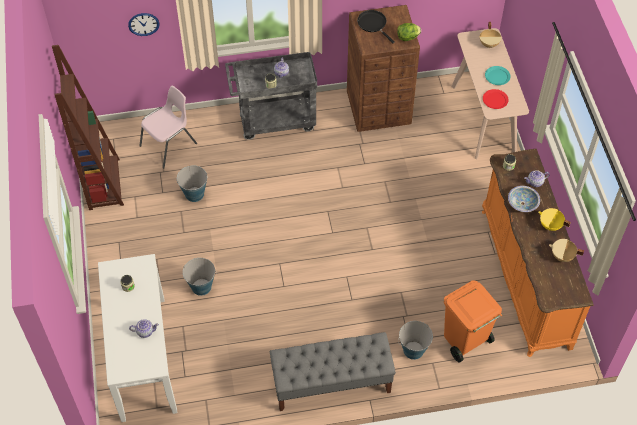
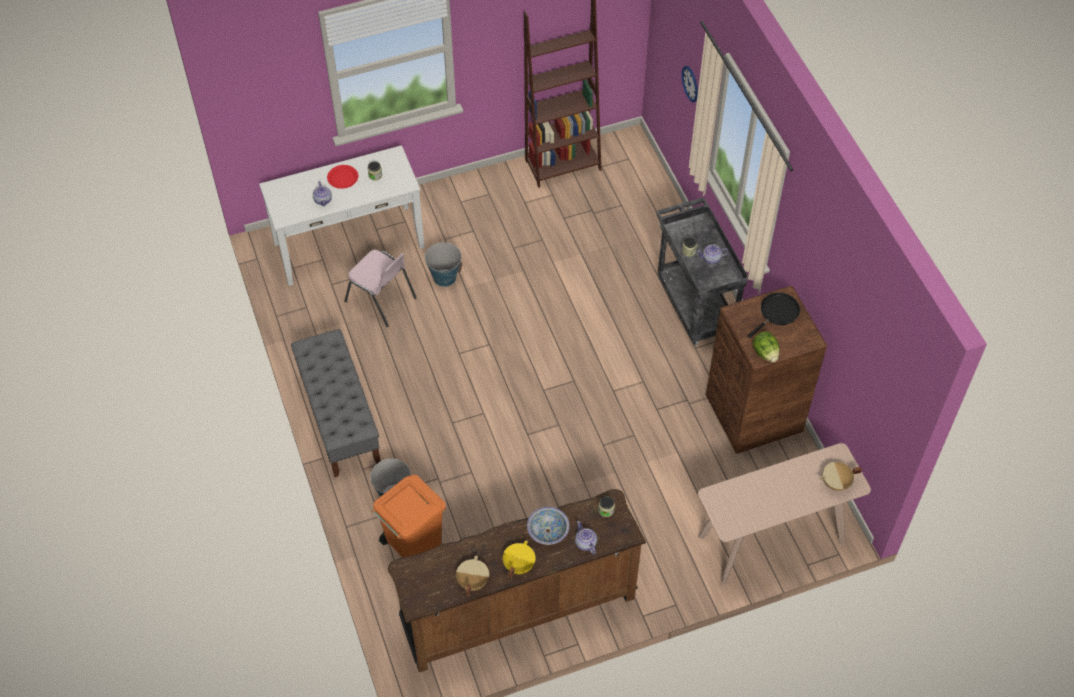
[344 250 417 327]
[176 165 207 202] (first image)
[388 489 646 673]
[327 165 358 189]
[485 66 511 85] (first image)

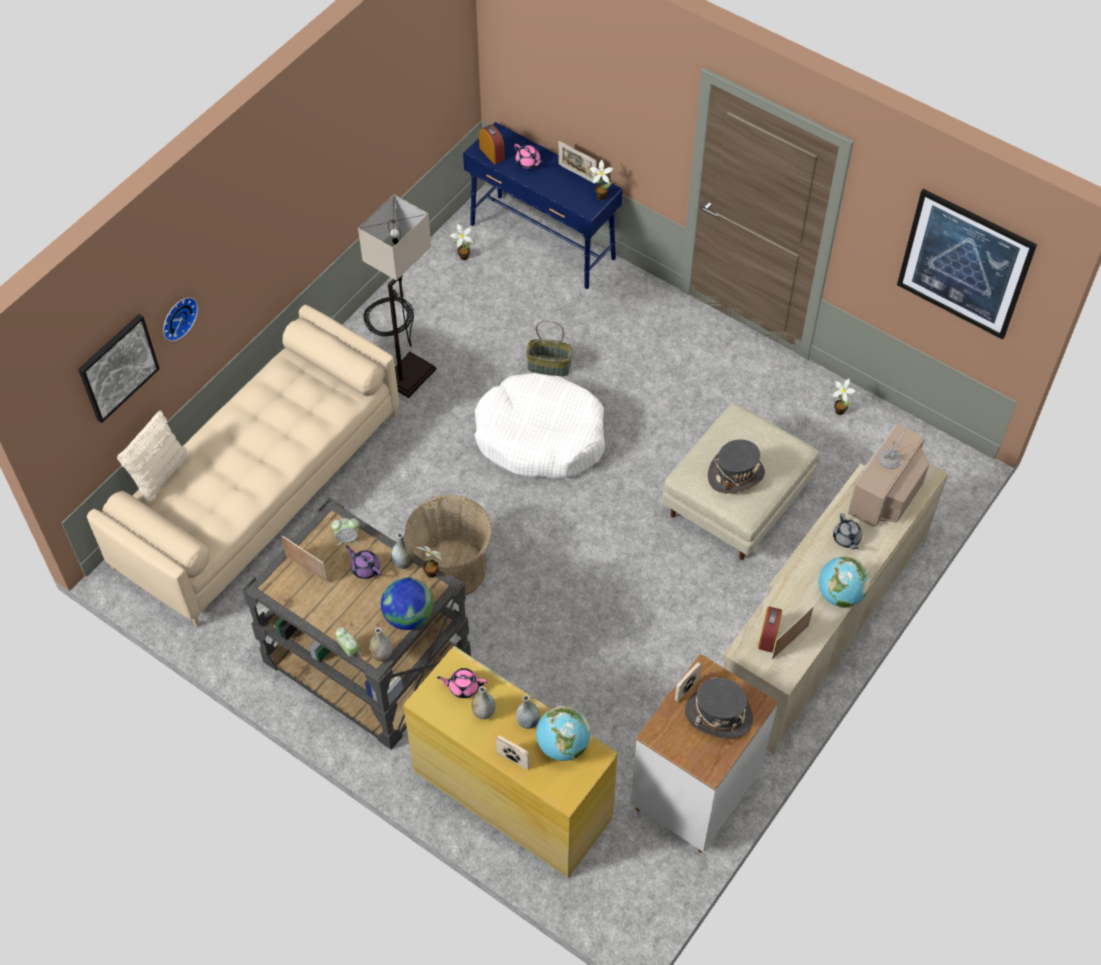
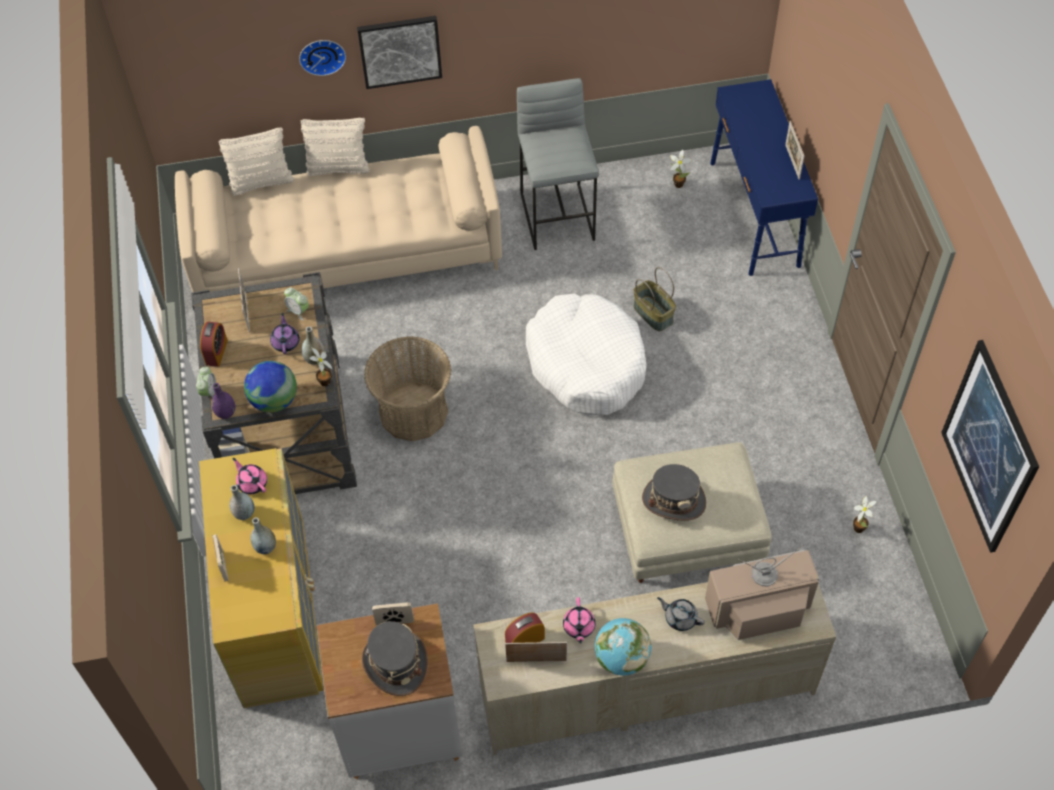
[357 16 442 89]
[517 78 599 250]
[211 383 235 419]
[200 322 228 367]
[563 597 595 644]
[536 706 590 761] (first image)
[590 160 613 200] (first image)
[657 597 705 631]
[301 118 370 176]

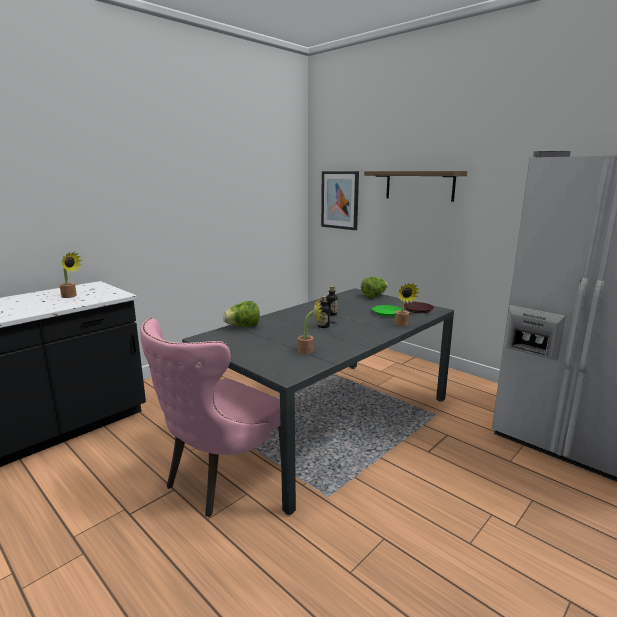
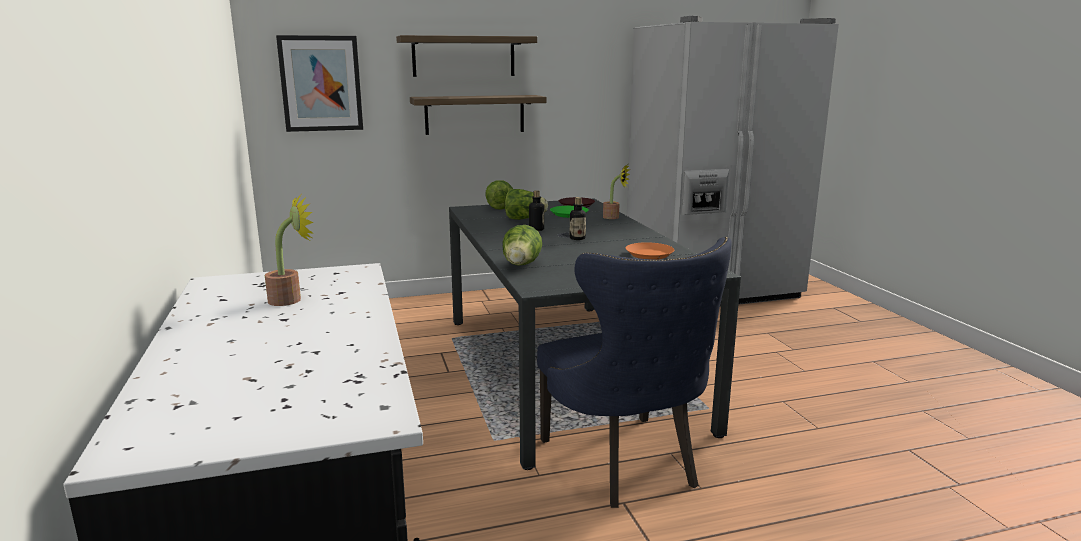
[537 237 732 508]
[626 242 674 260]
[410 95 547 135]
[505 189 548 220]

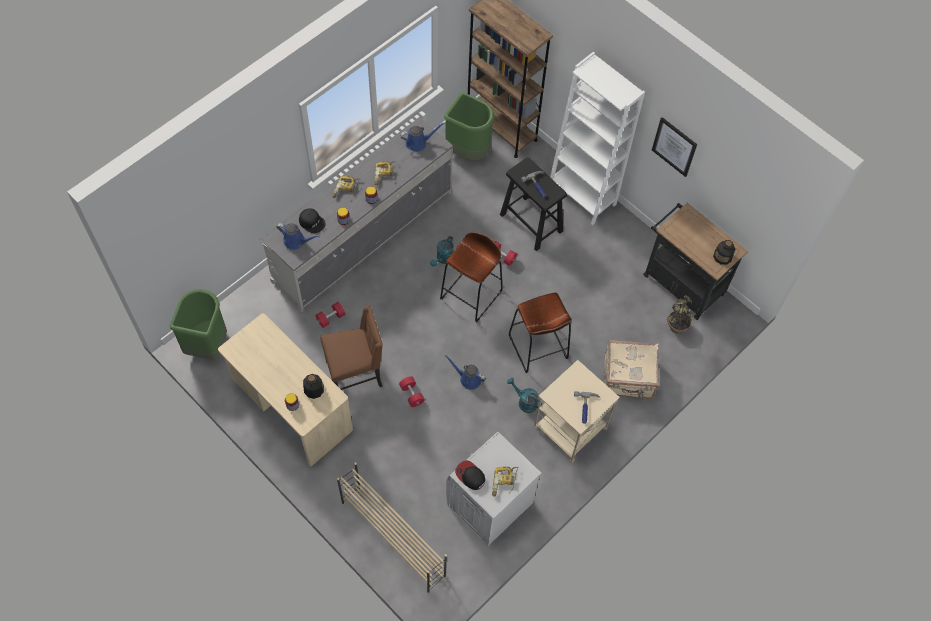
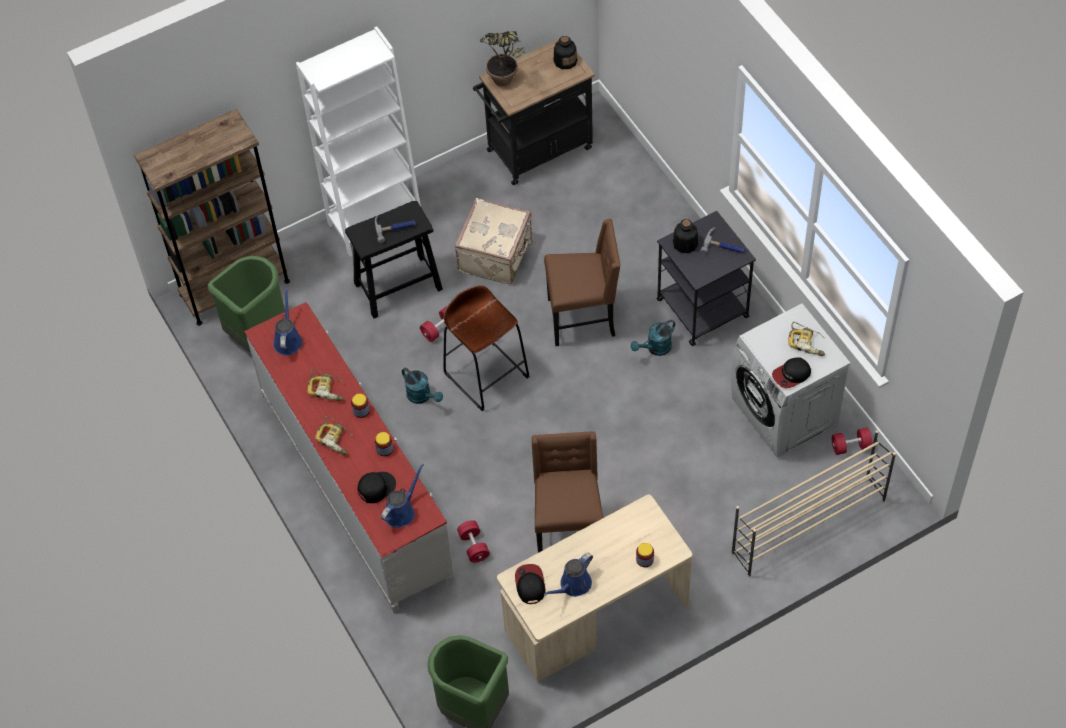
[244 302 454 613]
[673 219 698 253]
[832 428 872 455]
[544 553 593 597]
[544 219 621 346]
[656 211 756 346]
[455 198 533 284]
[652 117 697 177] (first image)
[480 31 525 86]
[515 564 546 604]

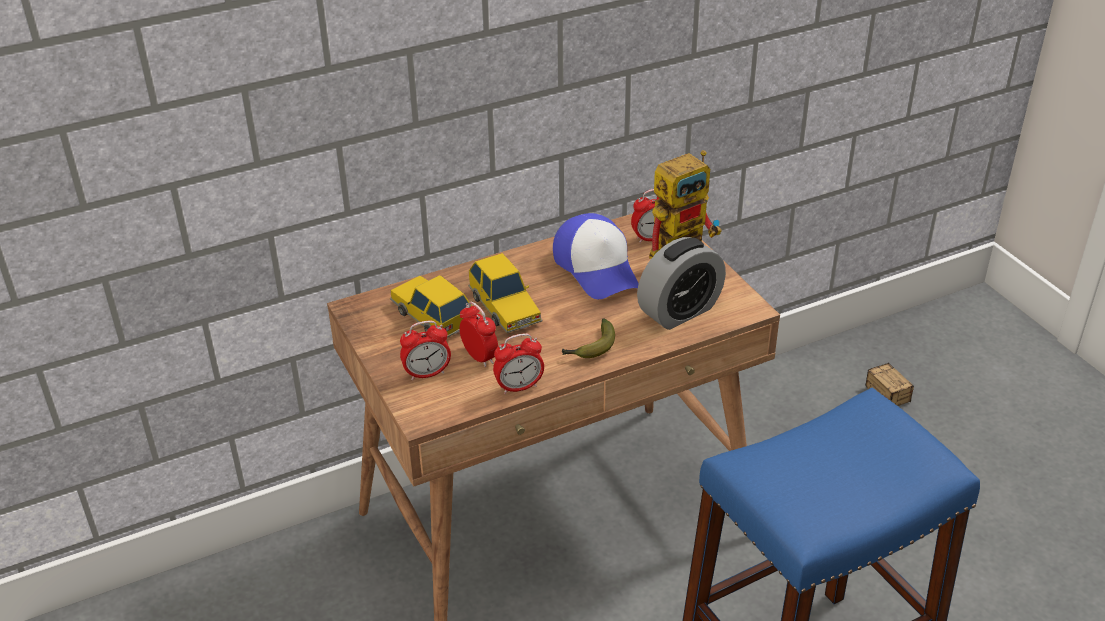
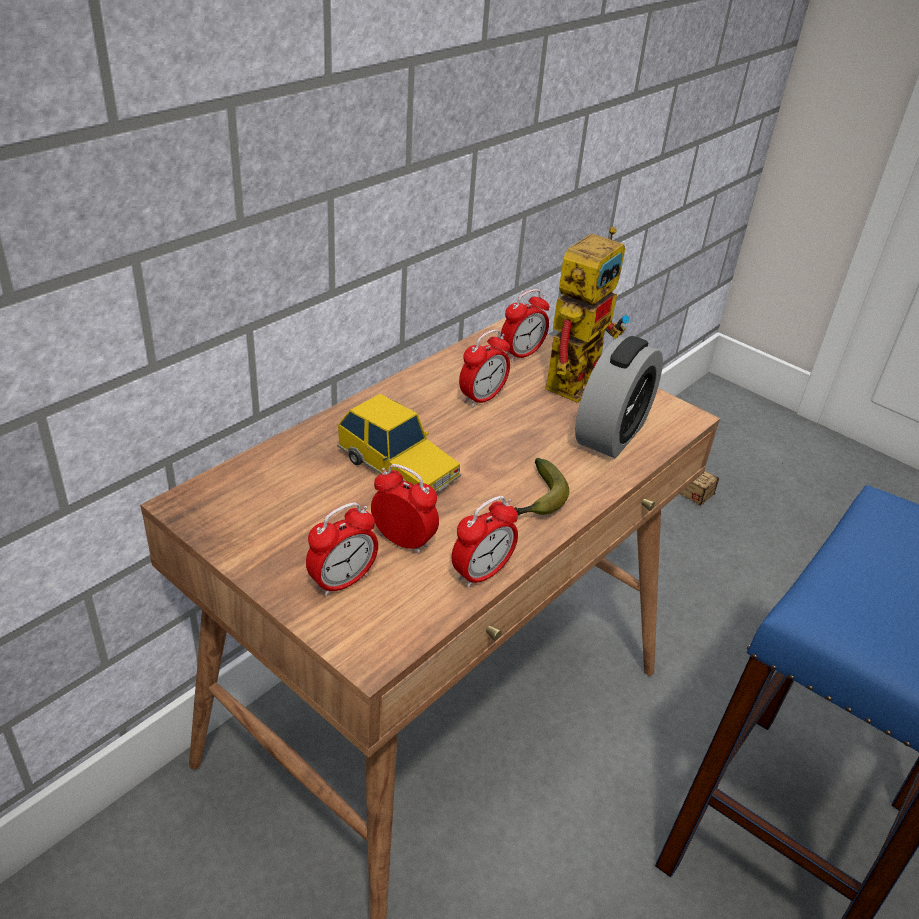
[390 275 472 338] (first image)
[459 329 510 407]

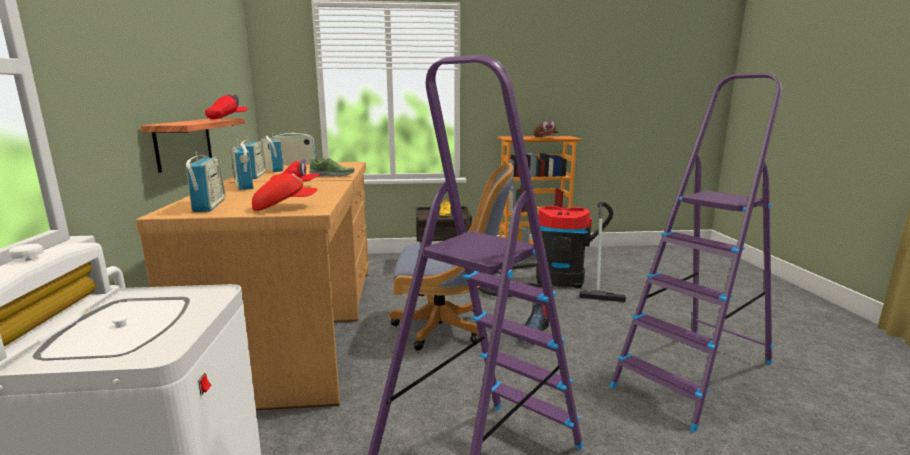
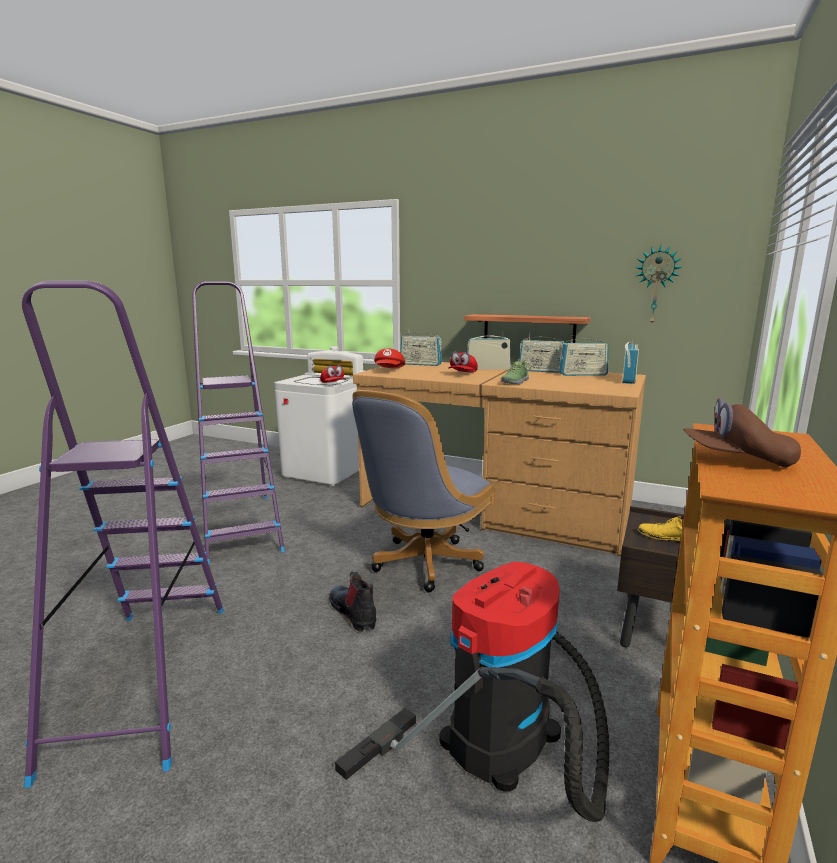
[320 365 346 383]
[636 245 682 323]

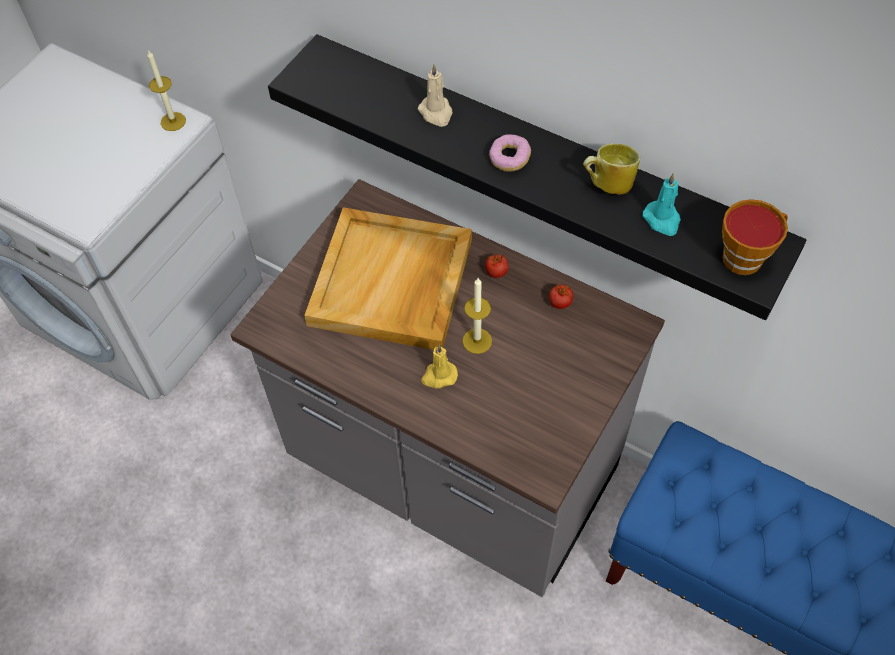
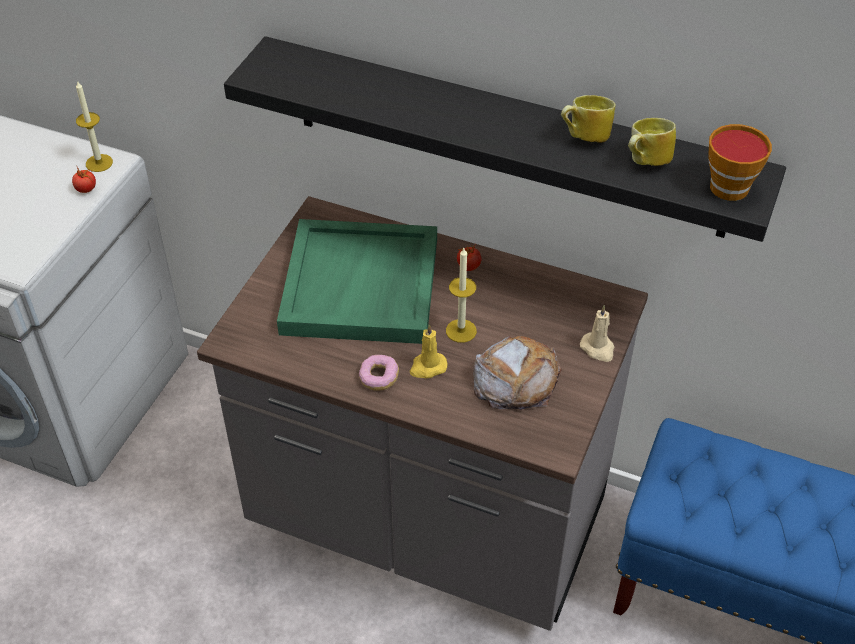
[277 219 437 344]
[580 305 614 362]
[359 355 399 391]
[72 165 96 193]
[628 118 676 166]
[474 336 562 410]

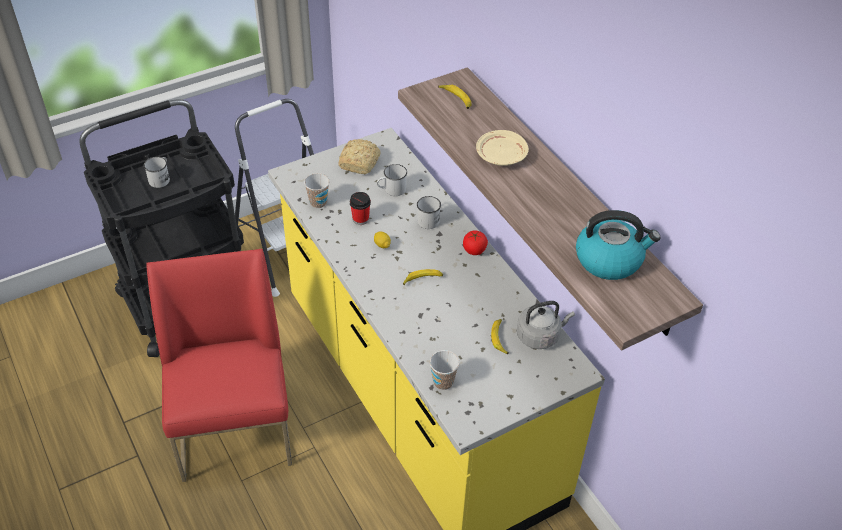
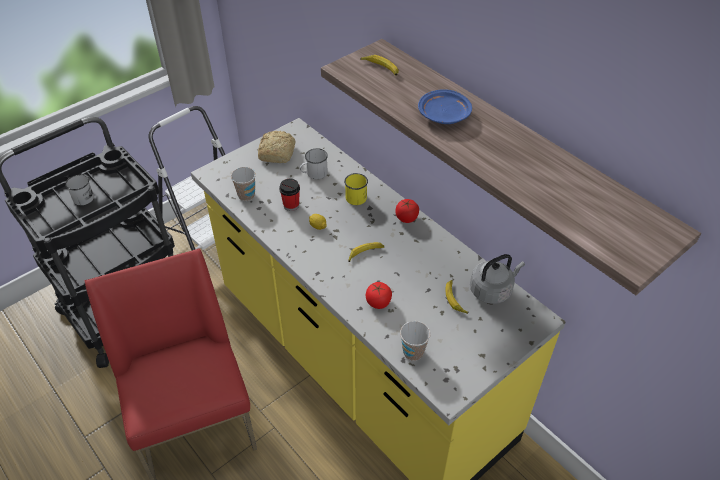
[344 173 368 205]
[418 89 472 124]
[576 210 661 280] (first image)
[366 282 392 309]

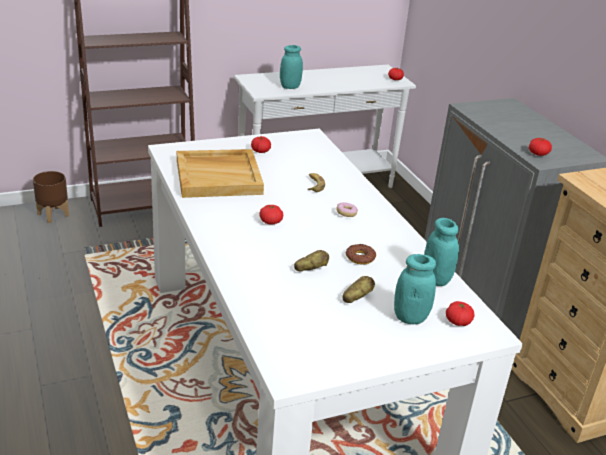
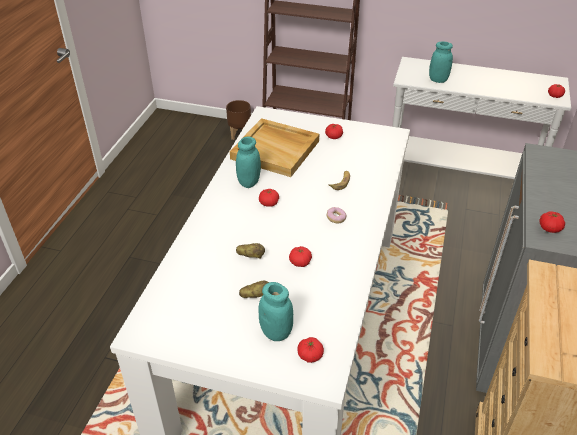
[289 246 312 267]
[236 136 261 188]

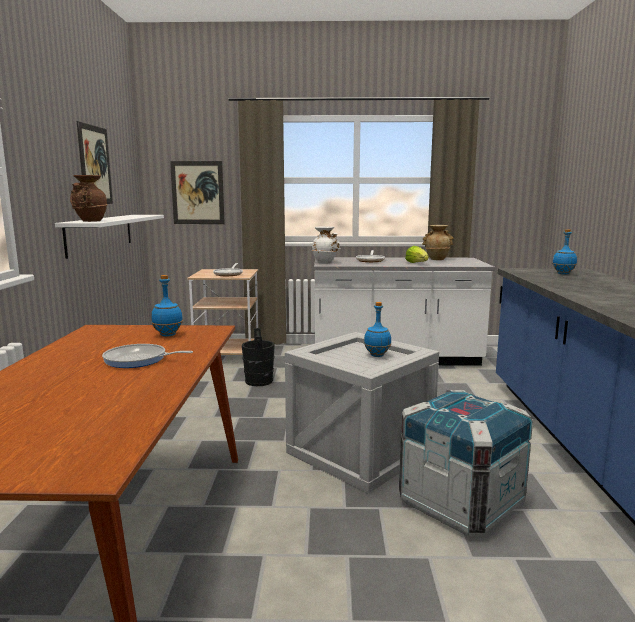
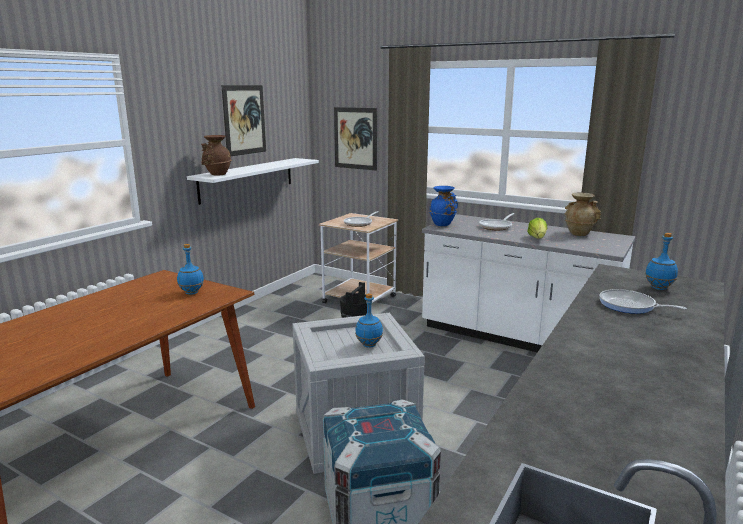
[599 289 687 314]
[429 186 458 226]

